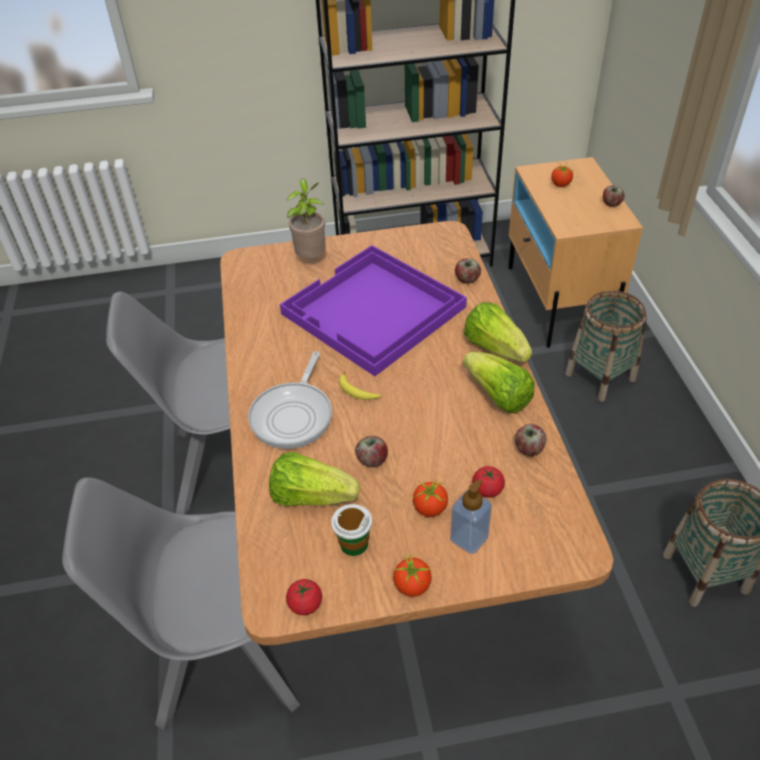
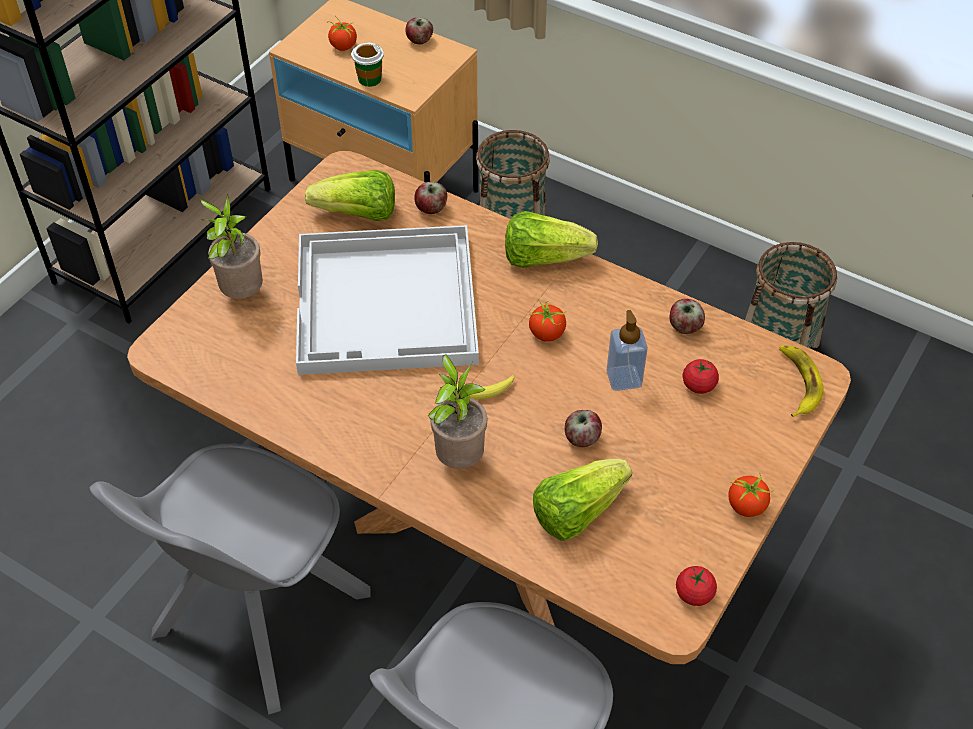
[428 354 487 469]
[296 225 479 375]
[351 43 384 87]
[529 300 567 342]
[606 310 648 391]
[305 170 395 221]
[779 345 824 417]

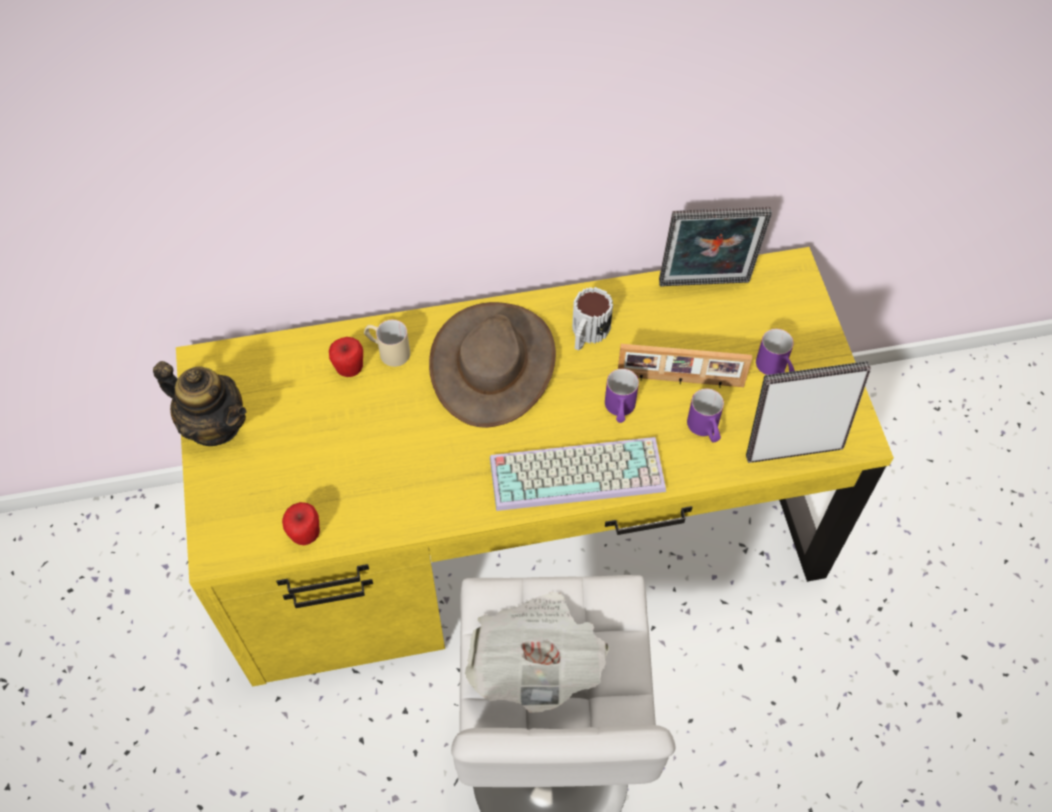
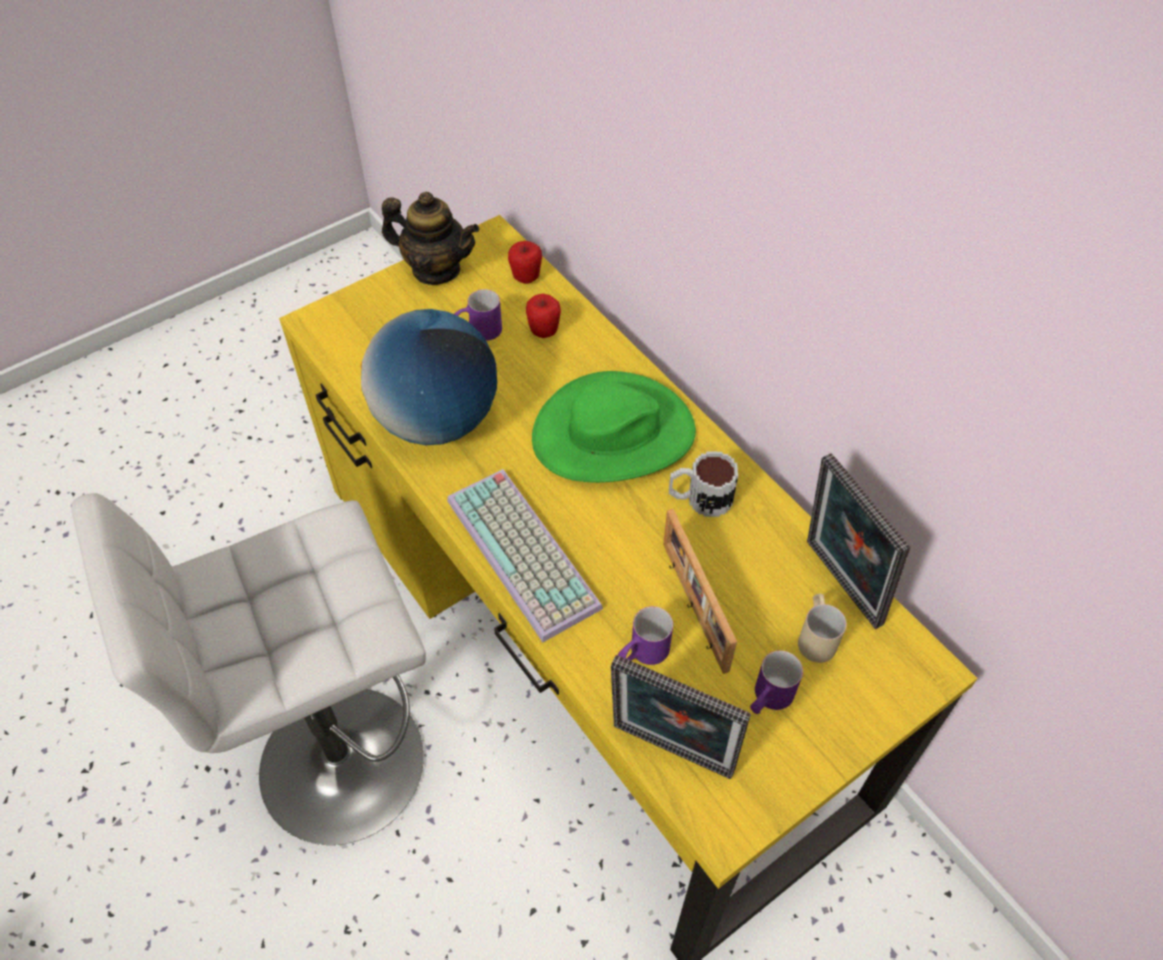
[382 192 479 285]
[508 241 542 284]
[798 594 847 663]
[532 371 696 483]
[465 592 610 713] (first image)
[454 289 502 341]
[611 655 751 779]
[361 309 497 445]

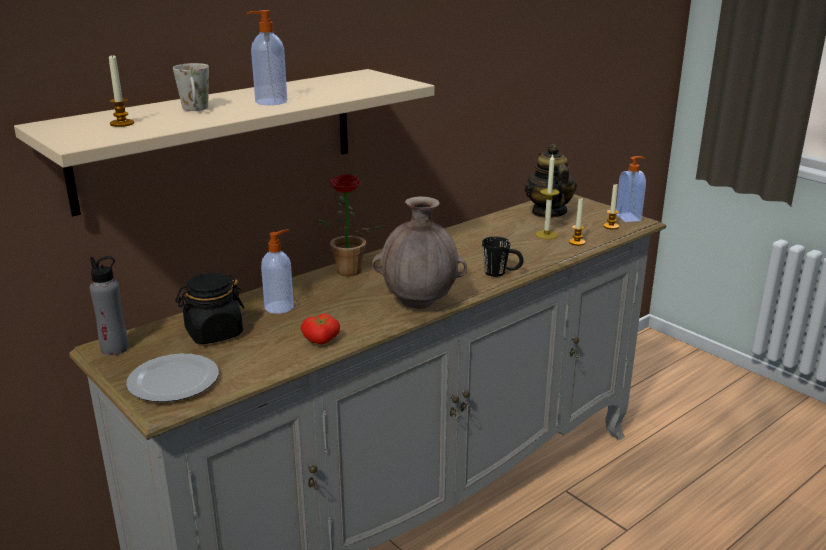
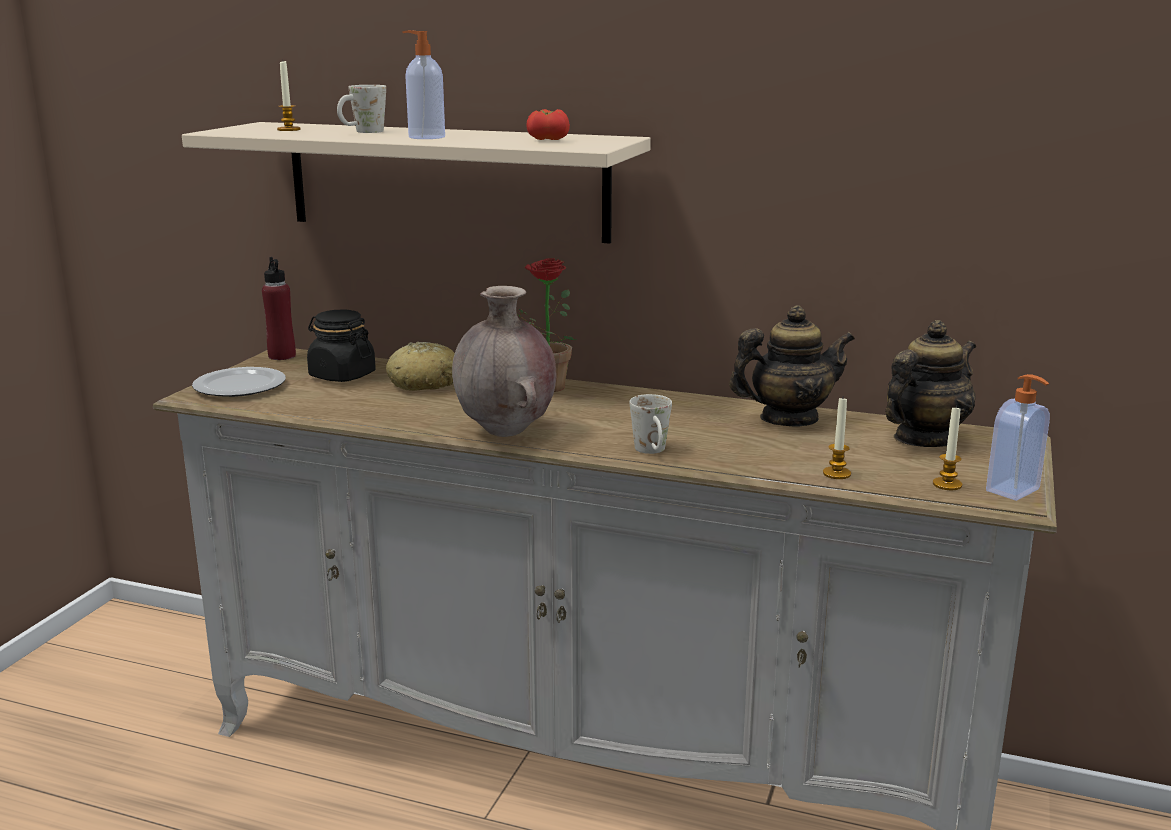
[262 257 296 360]
[386 342 455 391]
[526 109 570 140]
[630 394 672 454]
[536 153 560 239] (first image)
[729 305 855 427]

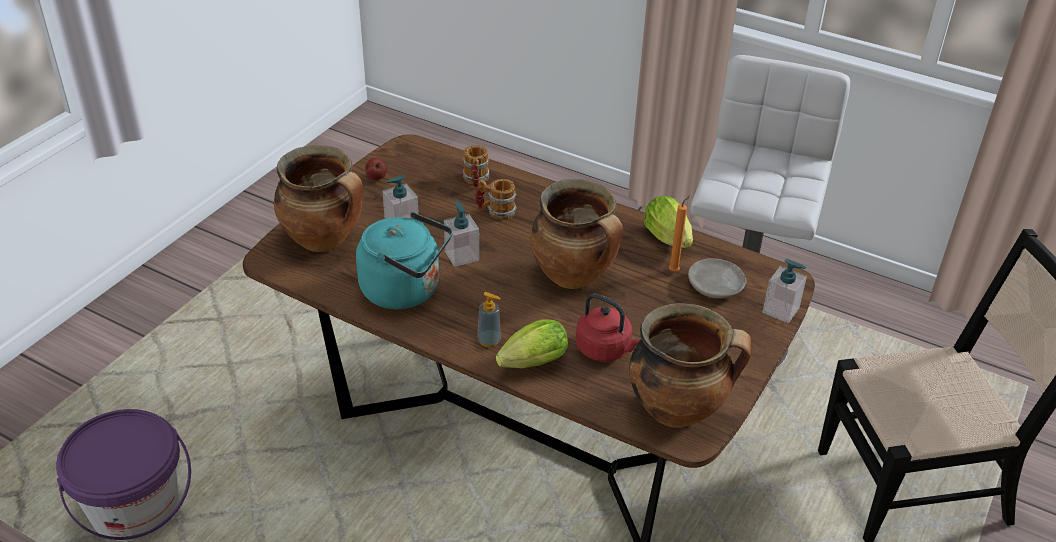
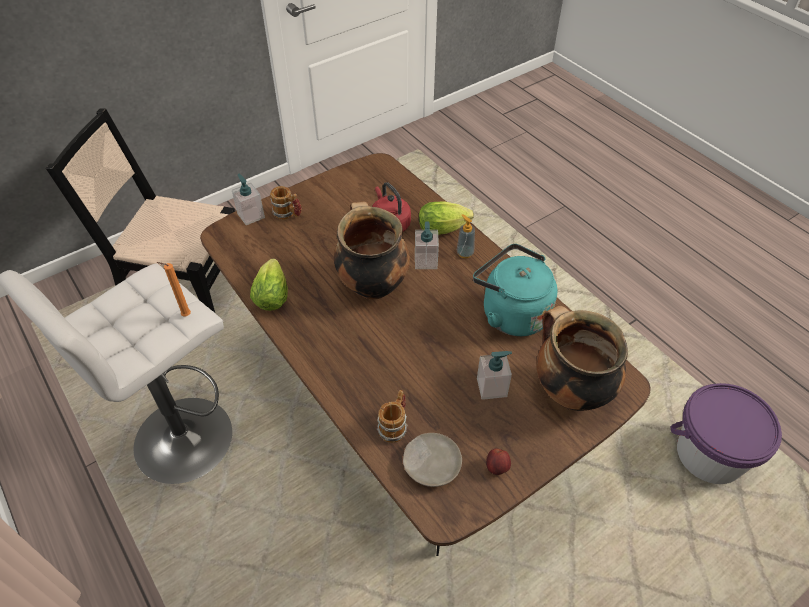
[415 221 439 269]
[270 186 302 220]
[630 303 751 428] (first image)
[156 262 191 316]
[403 433 462 487]

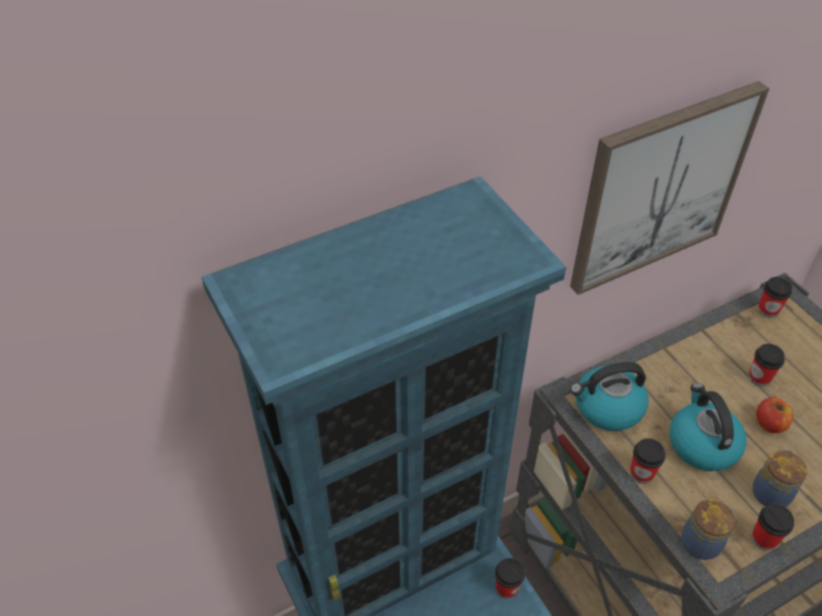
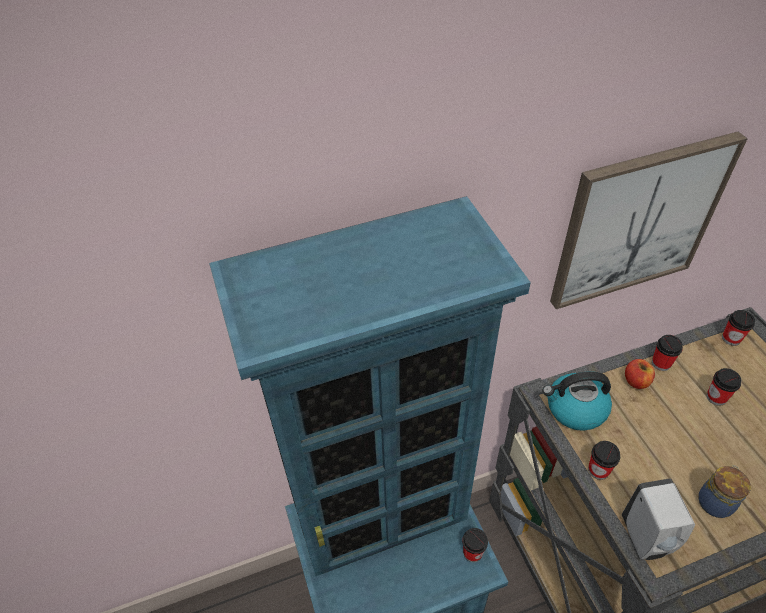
[670 383 746 471] (first image)
[622 478 695 560]
[652 335 683 371]
[625 359 655 389]

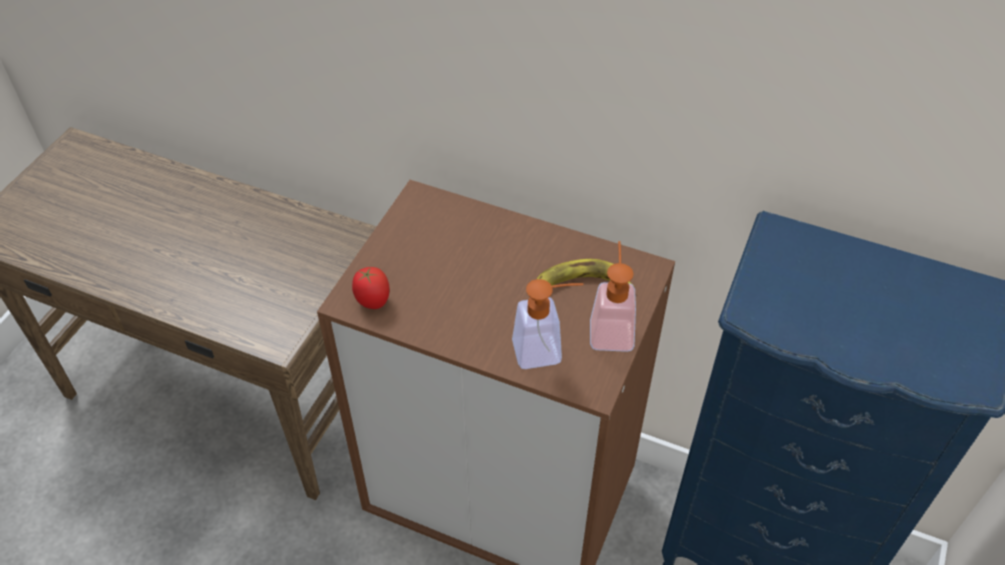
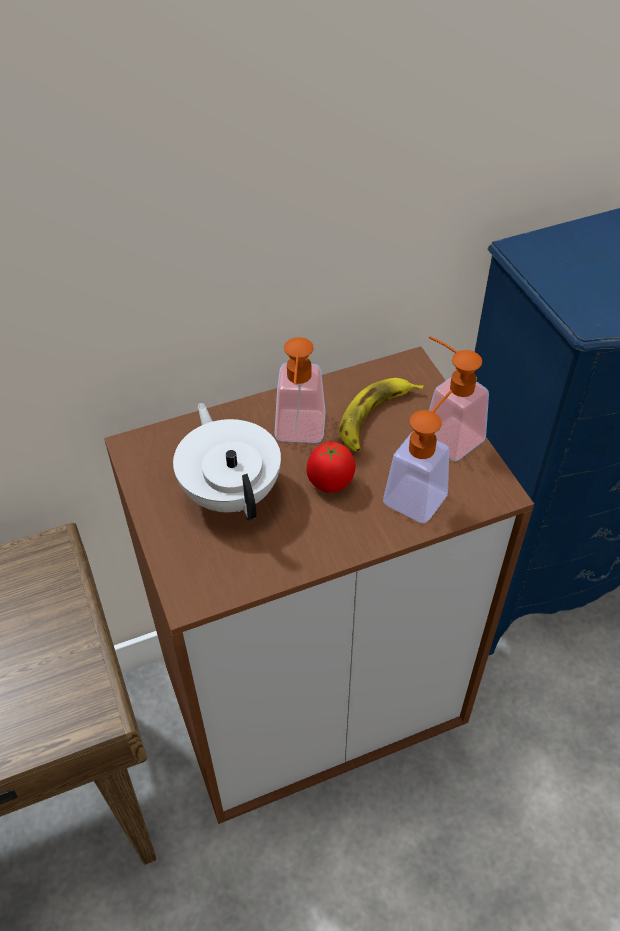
[306 441 356 493]
[173 403 281 520]
[274 337 326 443]

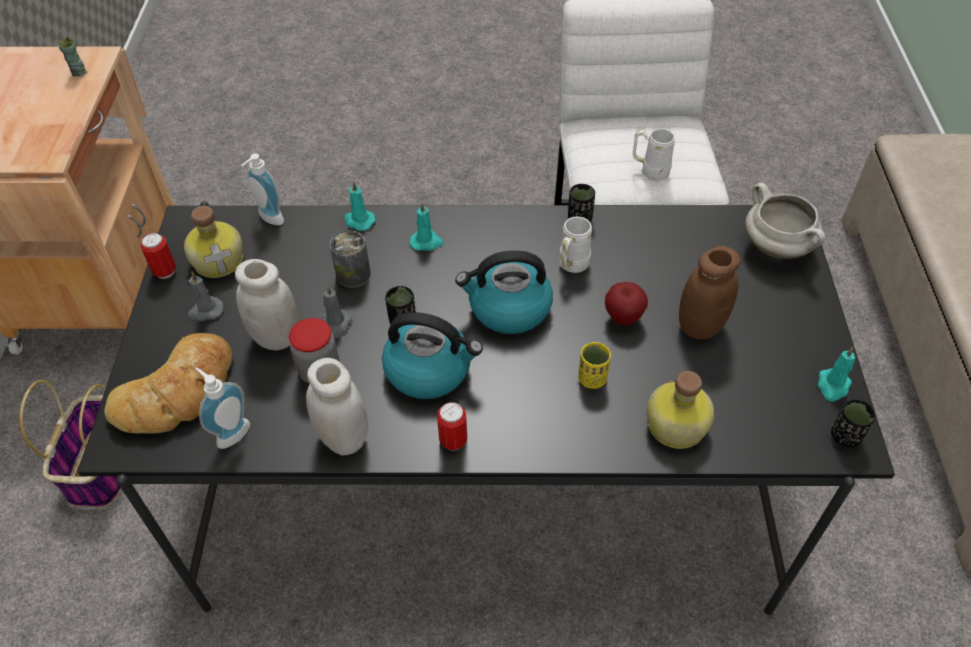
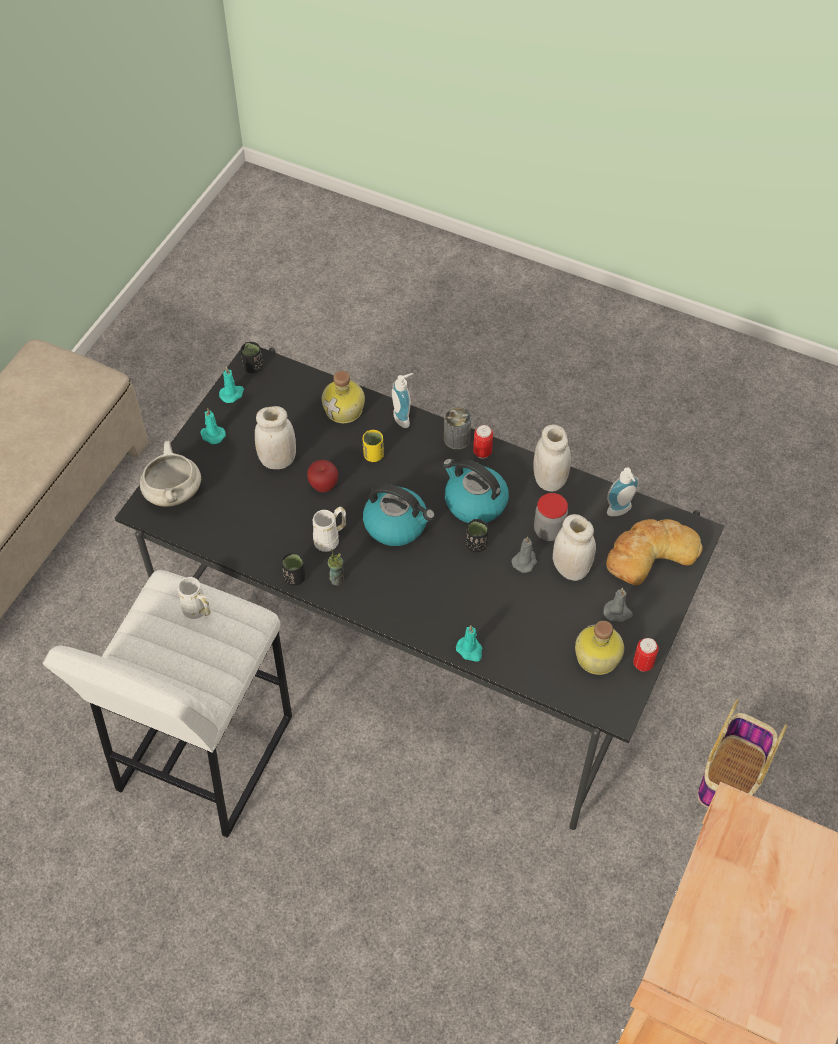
[328 549 344 586]
[392 373 414 428]
[444 407 471 450]
[201 409 226 444]
[255 406 296 469]

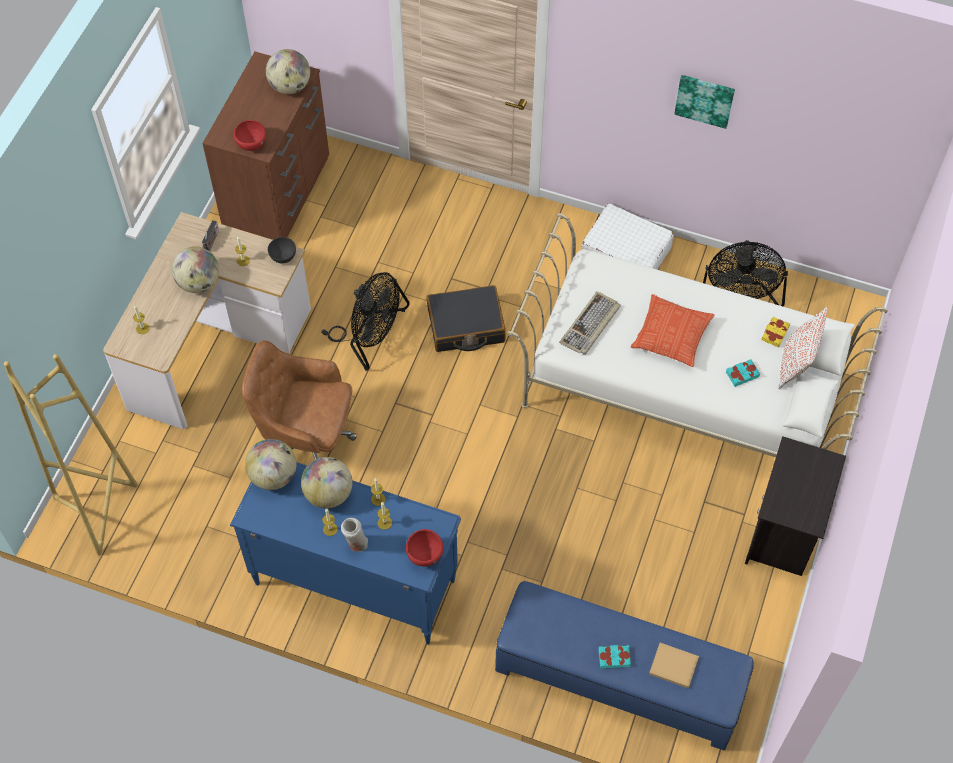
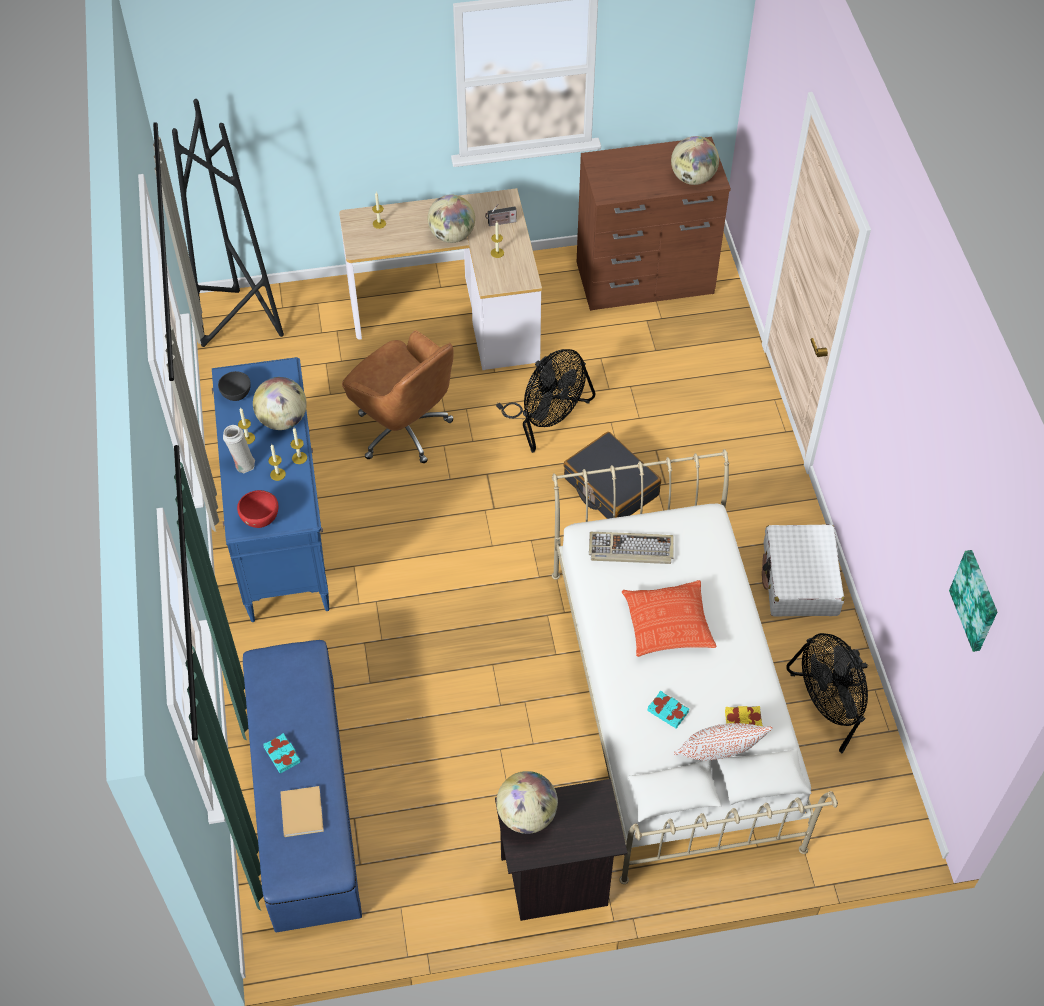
[172 99 284 347]
[233 120 266 151] (first image)
[342 330 454 463]
[496 771 558 834]
[218 371 251 401]
[496 349 595 453]
[949 550 997 652]

